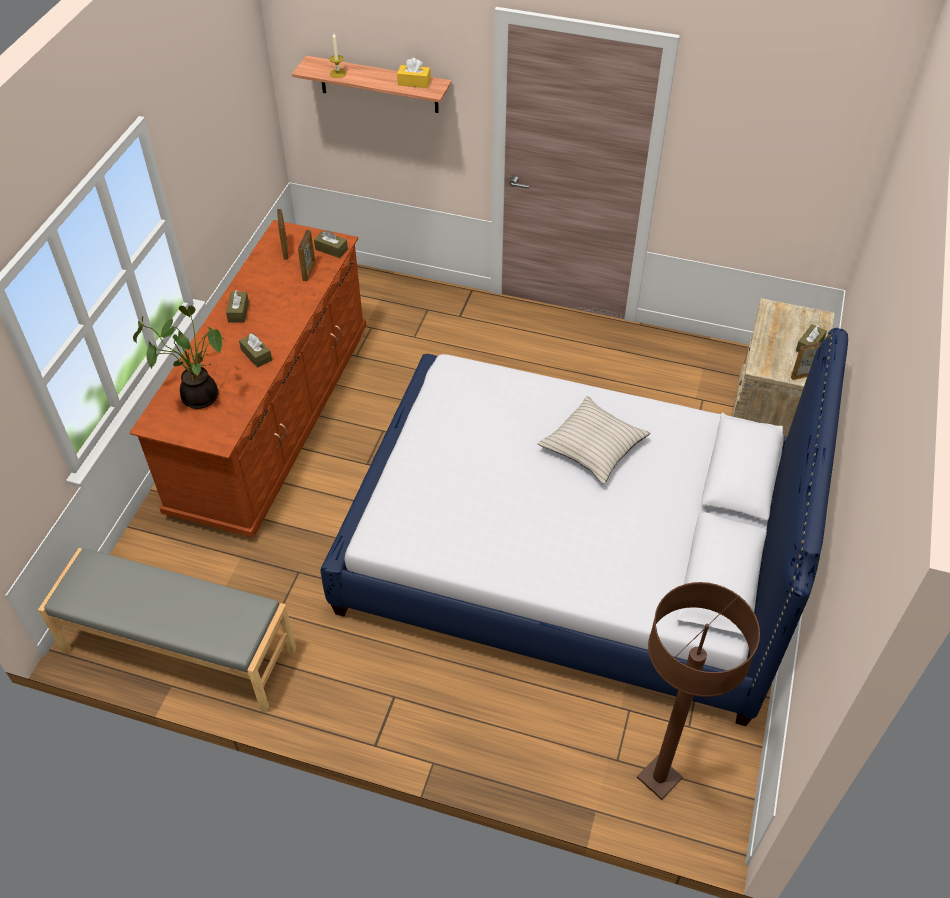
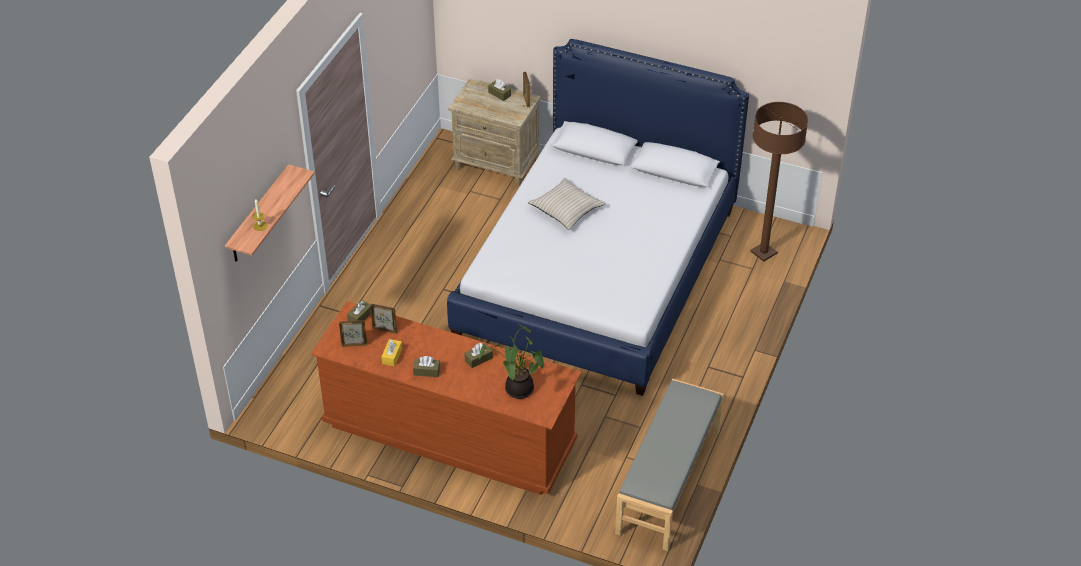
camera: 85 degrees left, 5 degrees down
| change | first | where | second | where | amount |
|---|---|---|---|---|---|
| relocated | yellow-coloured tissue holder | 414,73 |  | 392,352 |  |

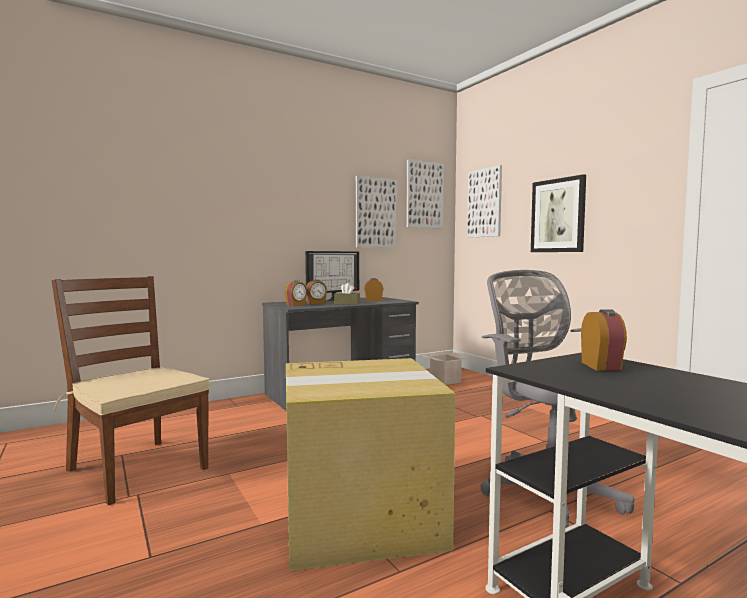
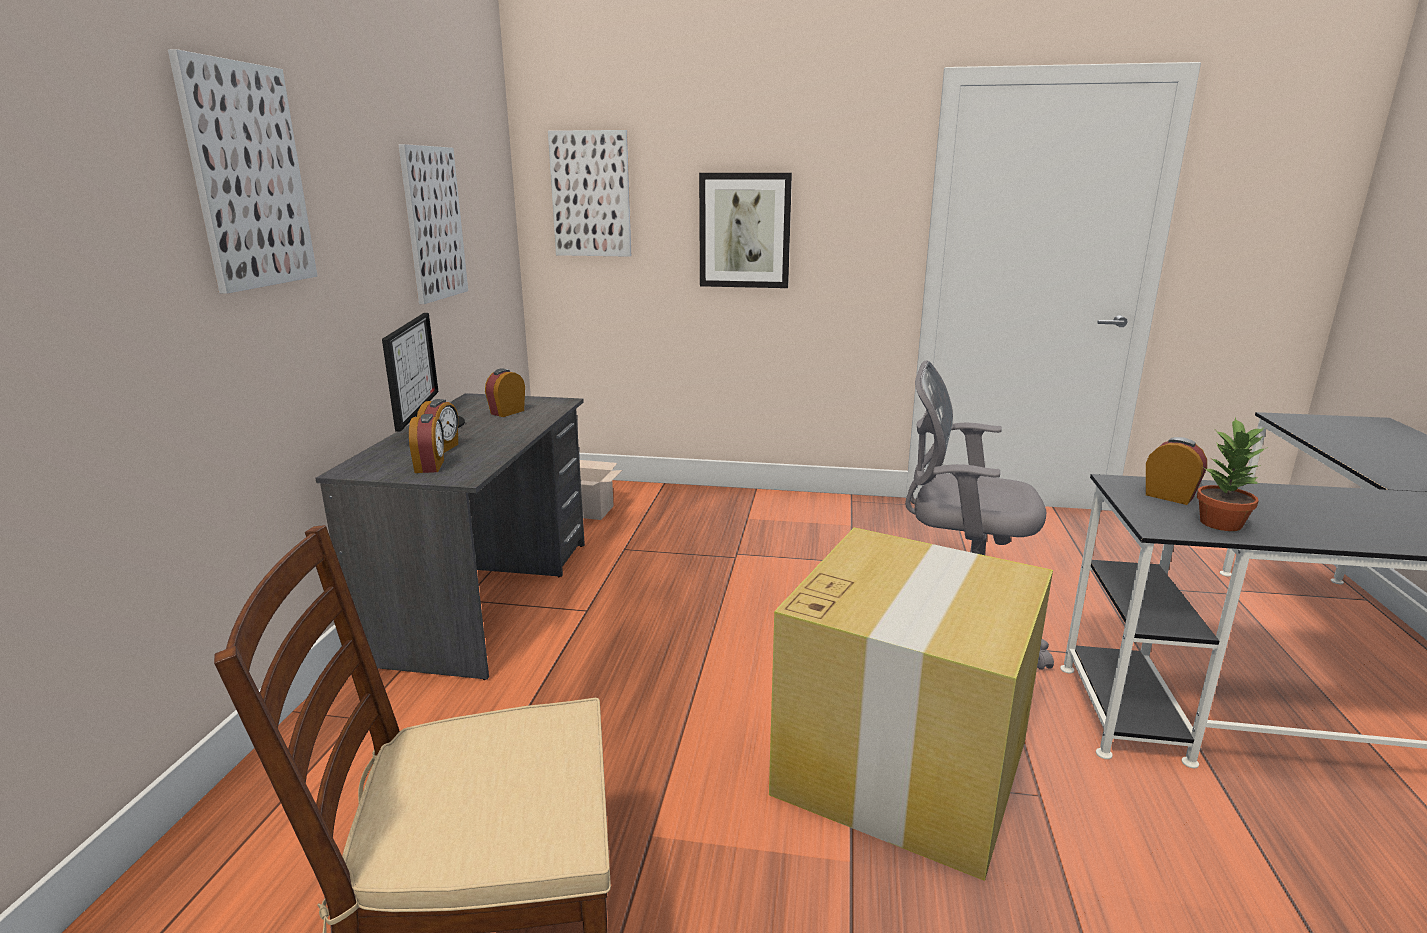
camera: 50 degrees left, 15 degrees up
| change | first | where | second | where | amount |
|---|---|---|---|---|---|
| relocated | wall picture | 424,193 |  | 242,171 |  |
| missing | brownish tissue holder | 347,293 |  |  |  |
| appeared |  |  | potted plant | 1232,474 |  |

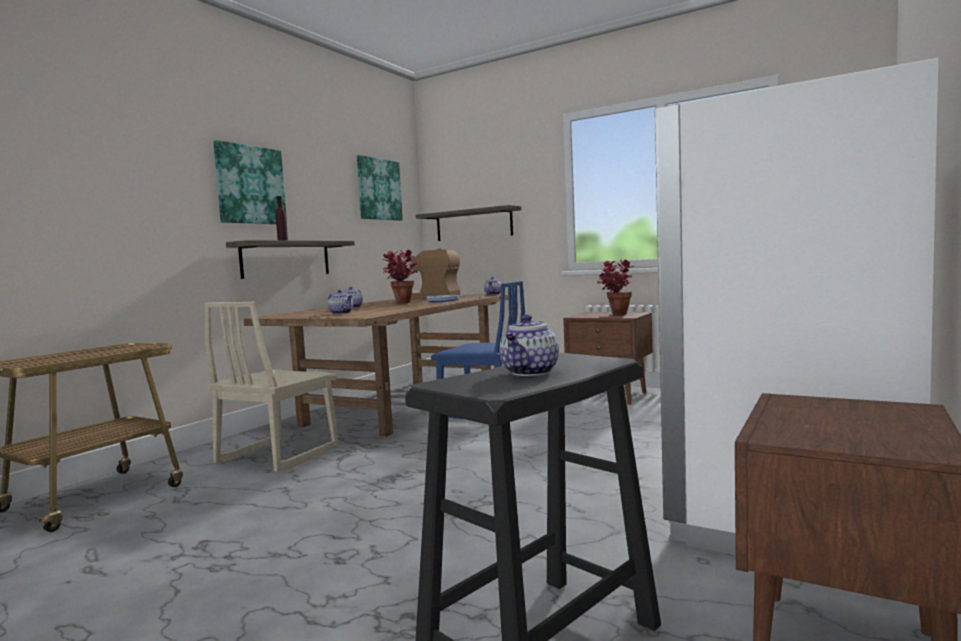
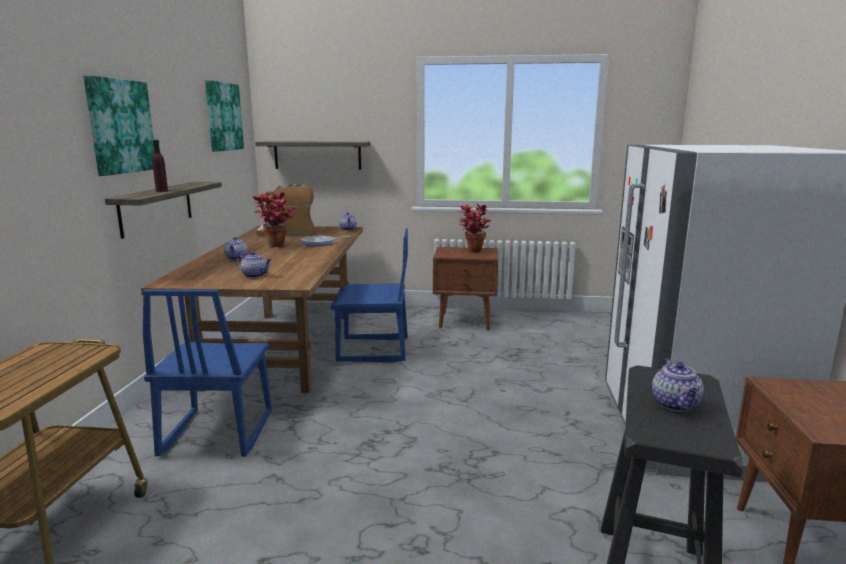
camera: 25 degrees left, 10 degrees up
| change | first | where | second | where | amount |
|---|---|---|---|---|---|
| colour | beige upright chair | 271,387 | blue-coloured upright chair | 207,373 |  |

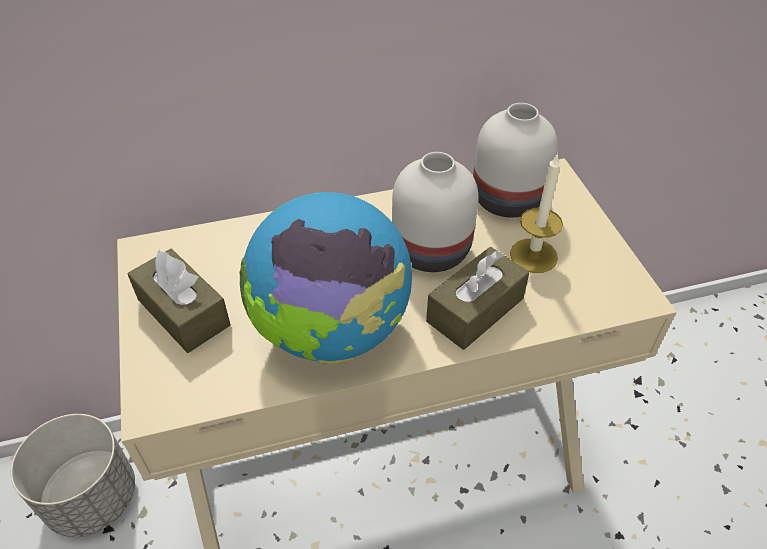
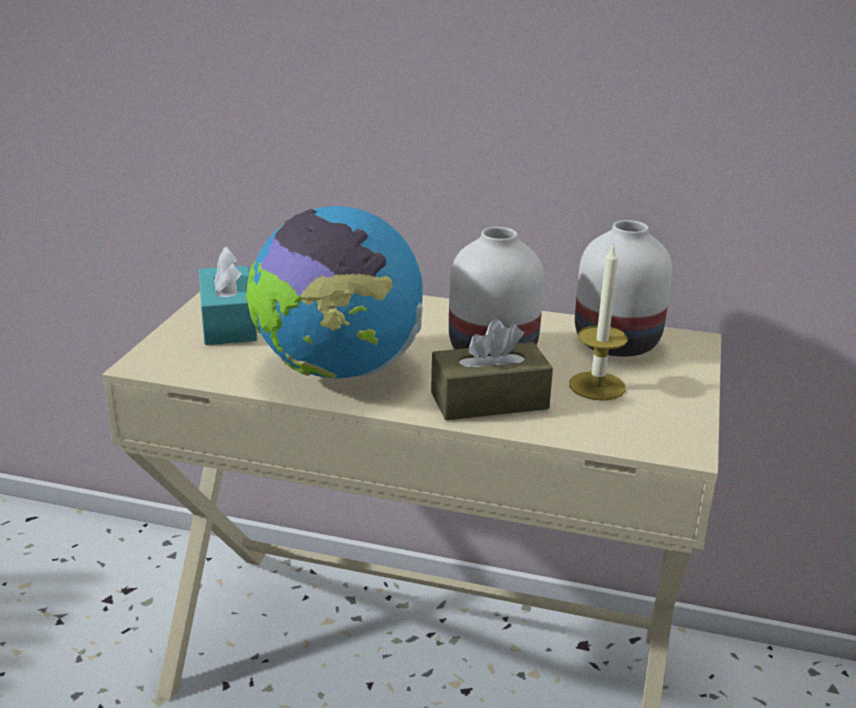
camera: 30 degrees right, 20 degrees down
| change | first | where | second | where | amount |
|---|---|---|---|---|---|
| colour | brownish tissue holder | 179,301 | blue-green tissue holder | 228,296 |  |
| missing | grey planter | 72,475 |  |  |  |

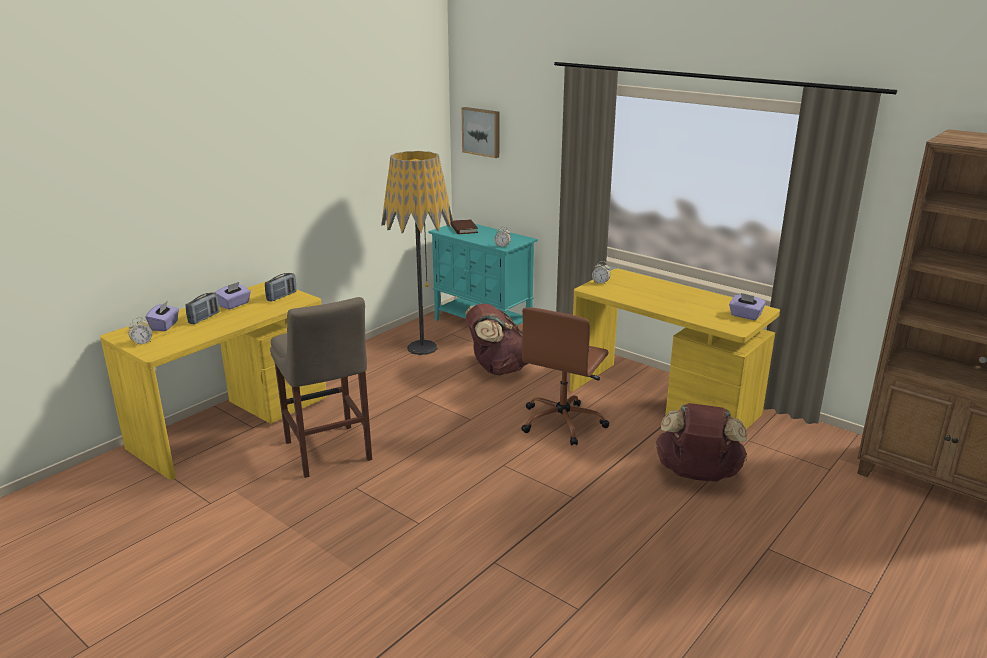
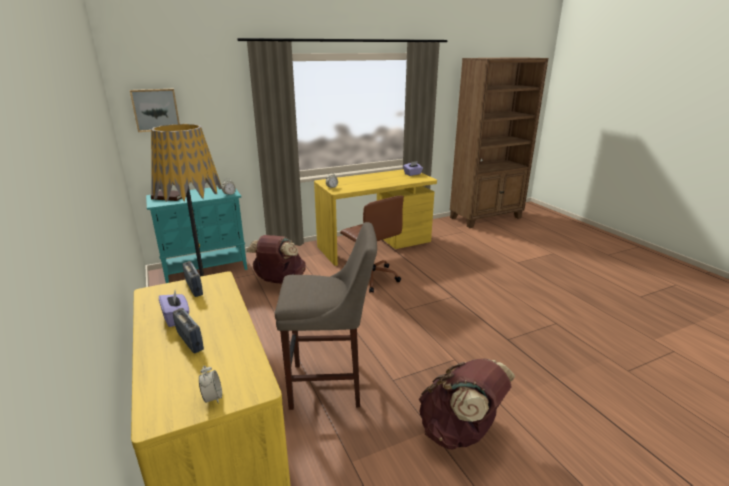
camera: 65 degrees left, 0 degrees up
| change | first | where | second | where | amount |
|---|---|---|---|---|---|
| missing | purple-coloured tissue holder | 162,316 |  |  |  |
| relocated | brownish knapsack | 701,442 |  | 467,403 |  |

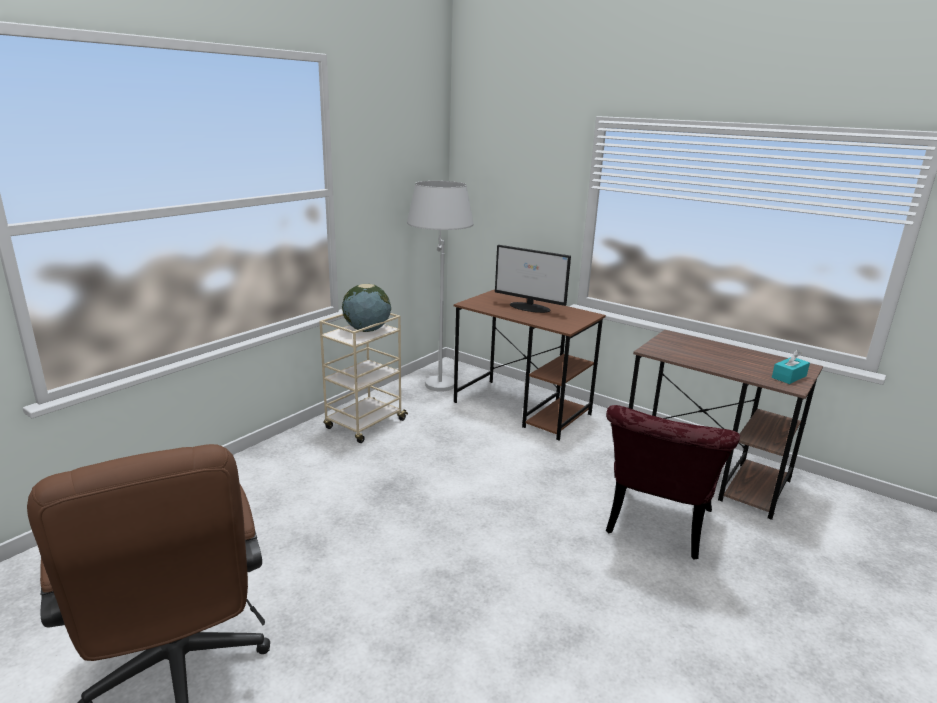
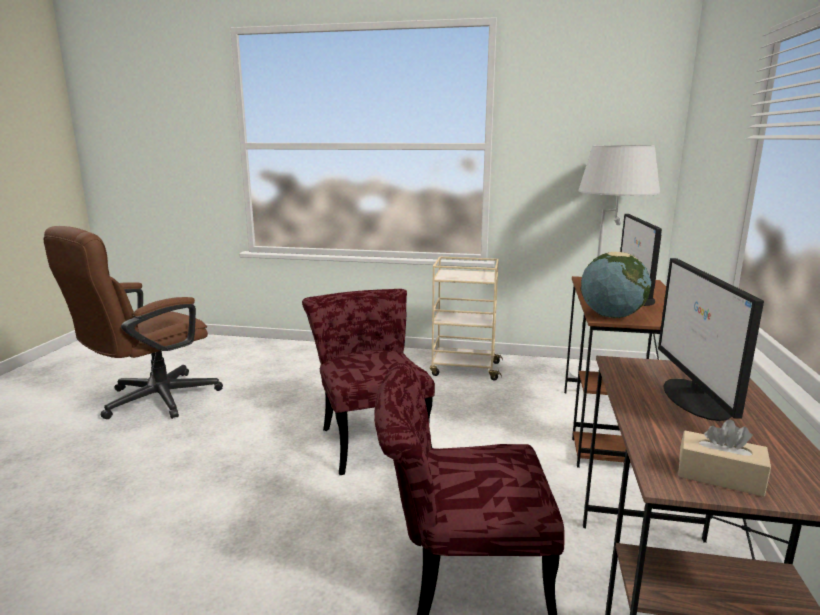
camera: 65 degrees right, 5 degrees down
| change | first | where | second | where | amount |
|---|---|---|---|---|---|
| relocated | world globe | 366,307 |  | 616,285 |  |
| colour | blue-green tissue holder | 791,367 | beige tissue holder | 724,458 |  |
| appeared |  |  | monitor | 711,339 |  |
| appeared |  |  | reddish upright chair | 368,382 |  |

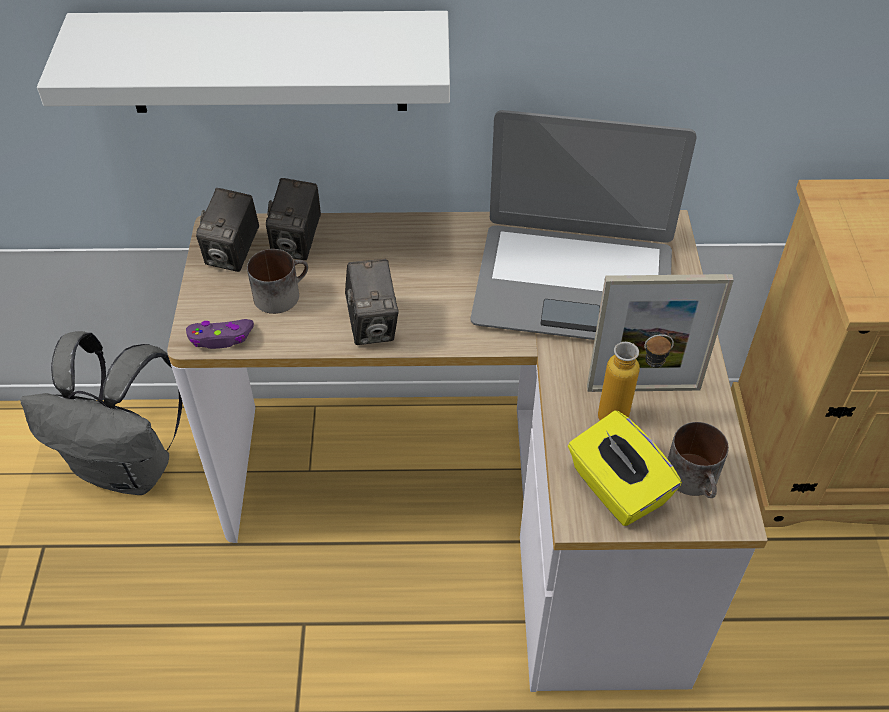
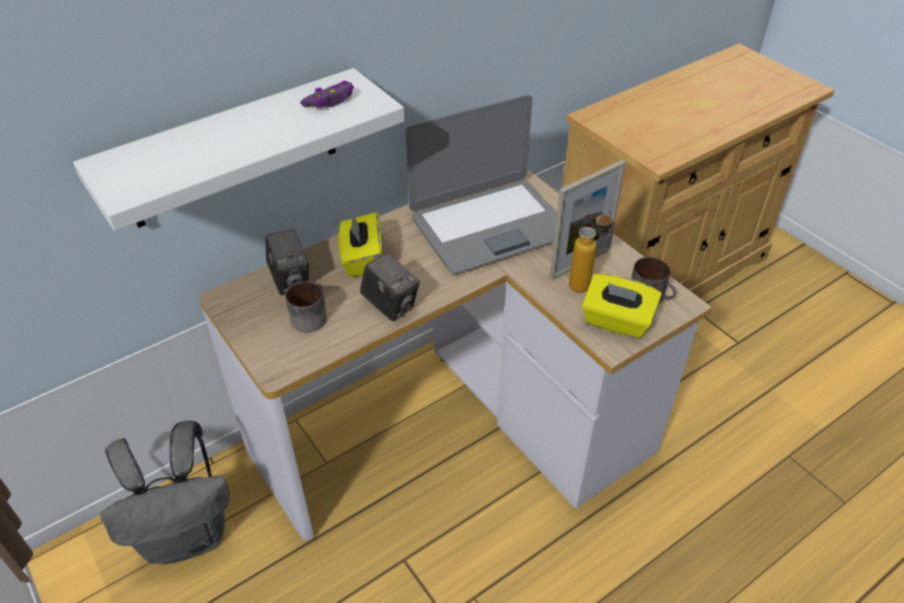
camera: 35 degrees left, 5 degrees down
| change | first | where | second | where | amount |
|---|---|---|---|---|---|
| missing | photo camera | 227,230 |  |  |  |
| relocated | purple-coloured joypad | 220,334 |  | 327,94 |  |
| appeared |  |  | yellow-coloured tissue holder | 360,244 |  |

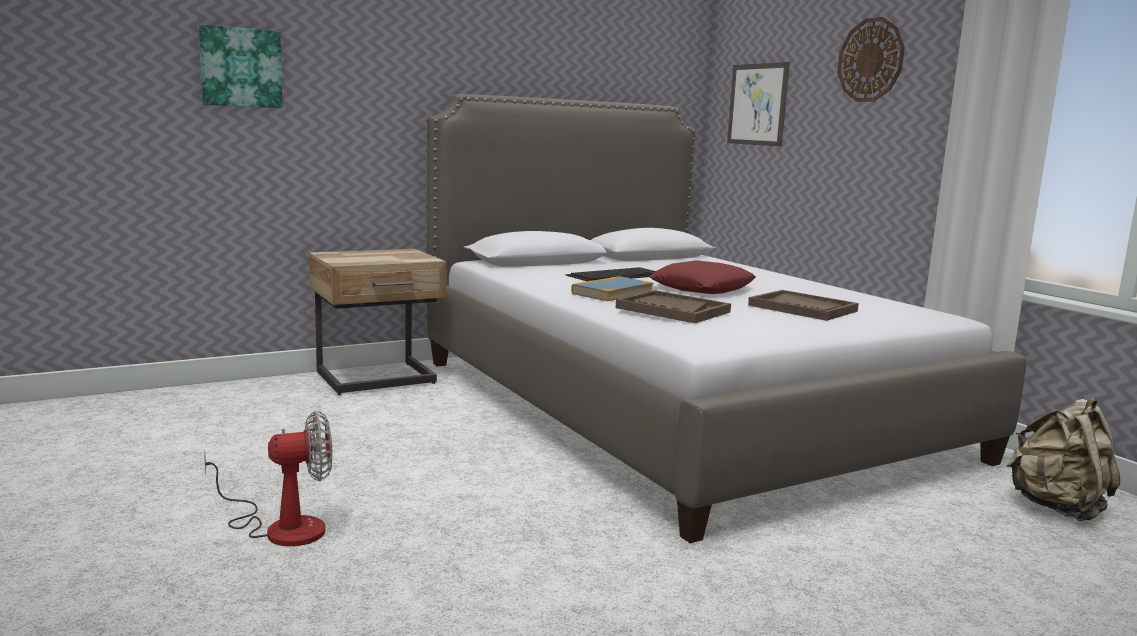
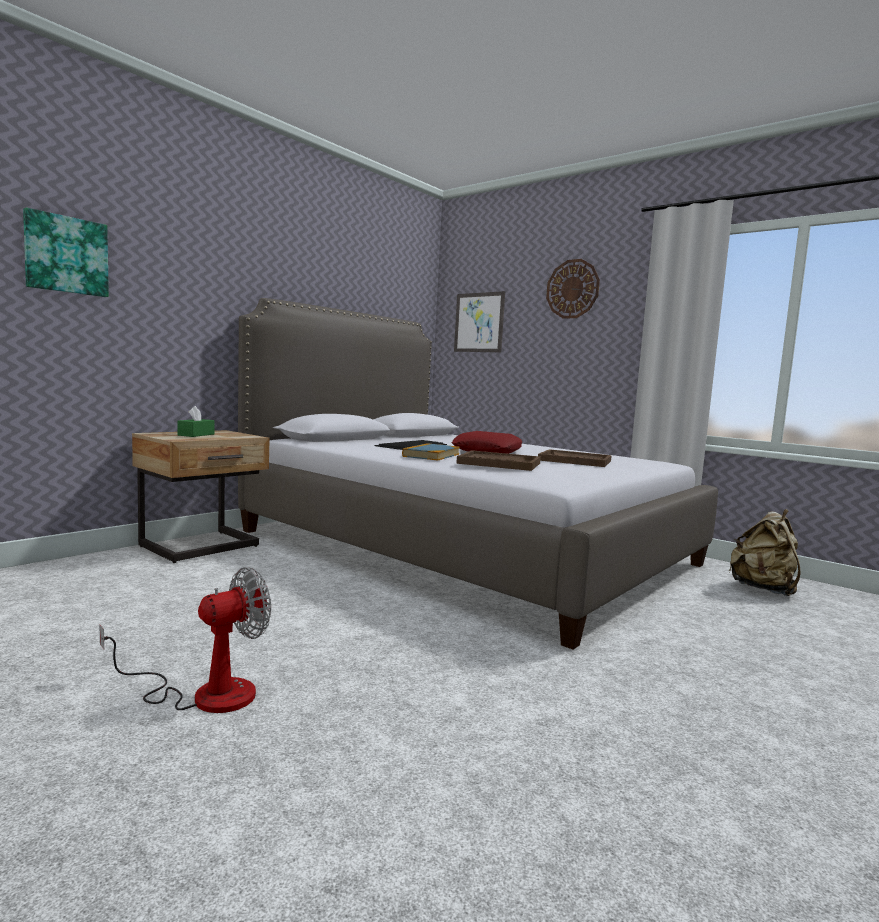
camera: 20 degrees left, 5 degrees down
| change | first | where | second | where | amount |
|---|---|---|---|---|---|
| appeared |  |  | green-coloured tissue holder | 196,421 |  |

